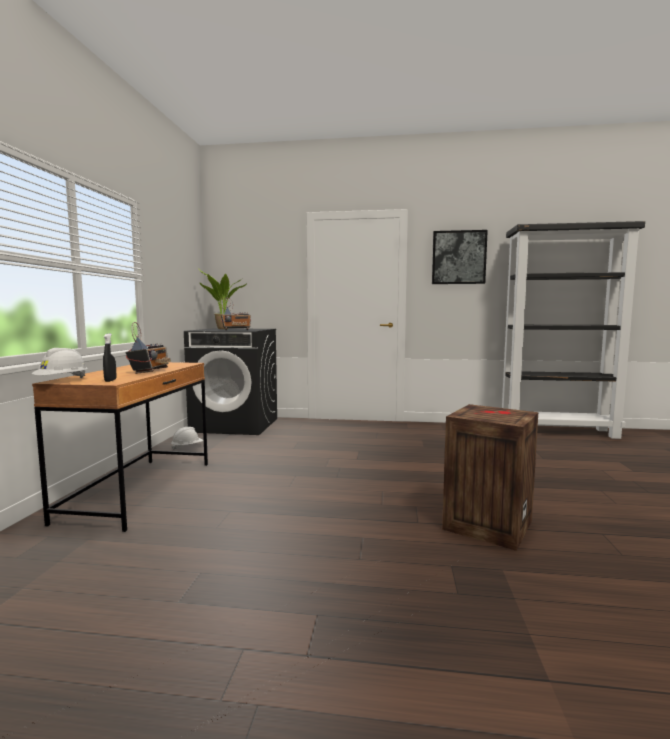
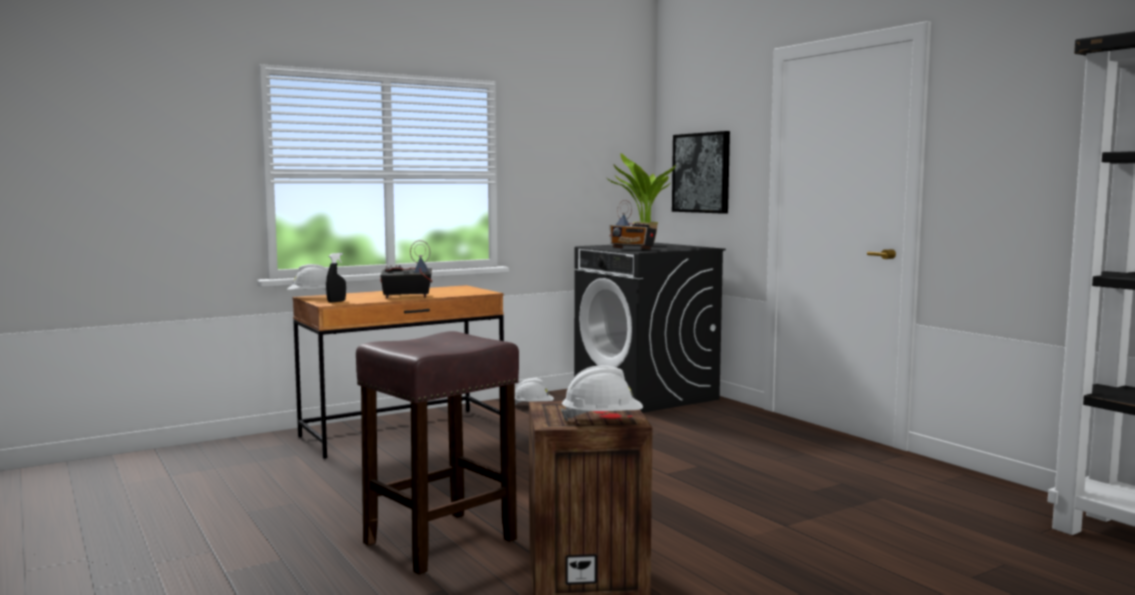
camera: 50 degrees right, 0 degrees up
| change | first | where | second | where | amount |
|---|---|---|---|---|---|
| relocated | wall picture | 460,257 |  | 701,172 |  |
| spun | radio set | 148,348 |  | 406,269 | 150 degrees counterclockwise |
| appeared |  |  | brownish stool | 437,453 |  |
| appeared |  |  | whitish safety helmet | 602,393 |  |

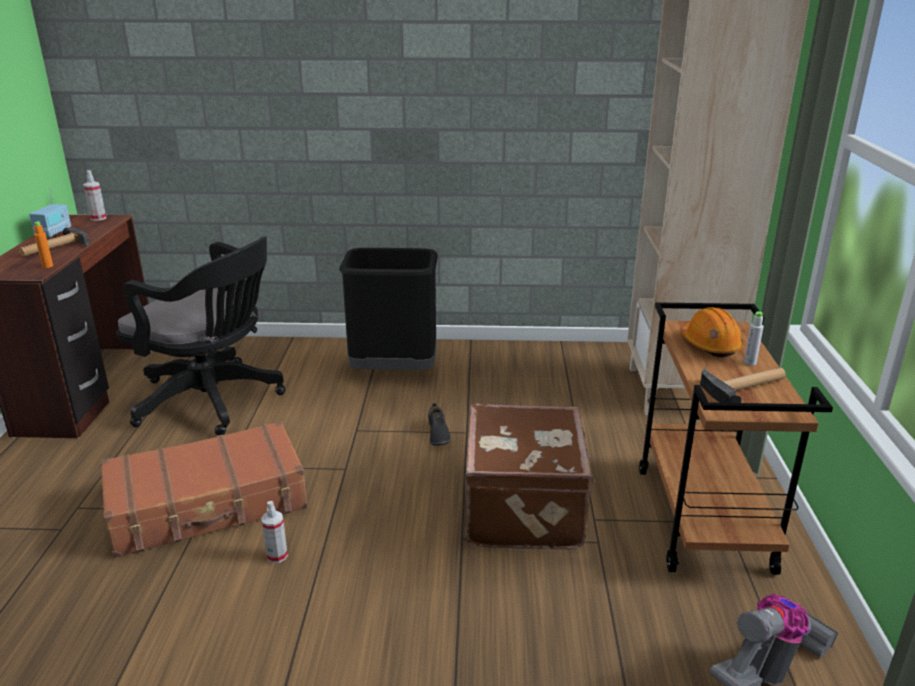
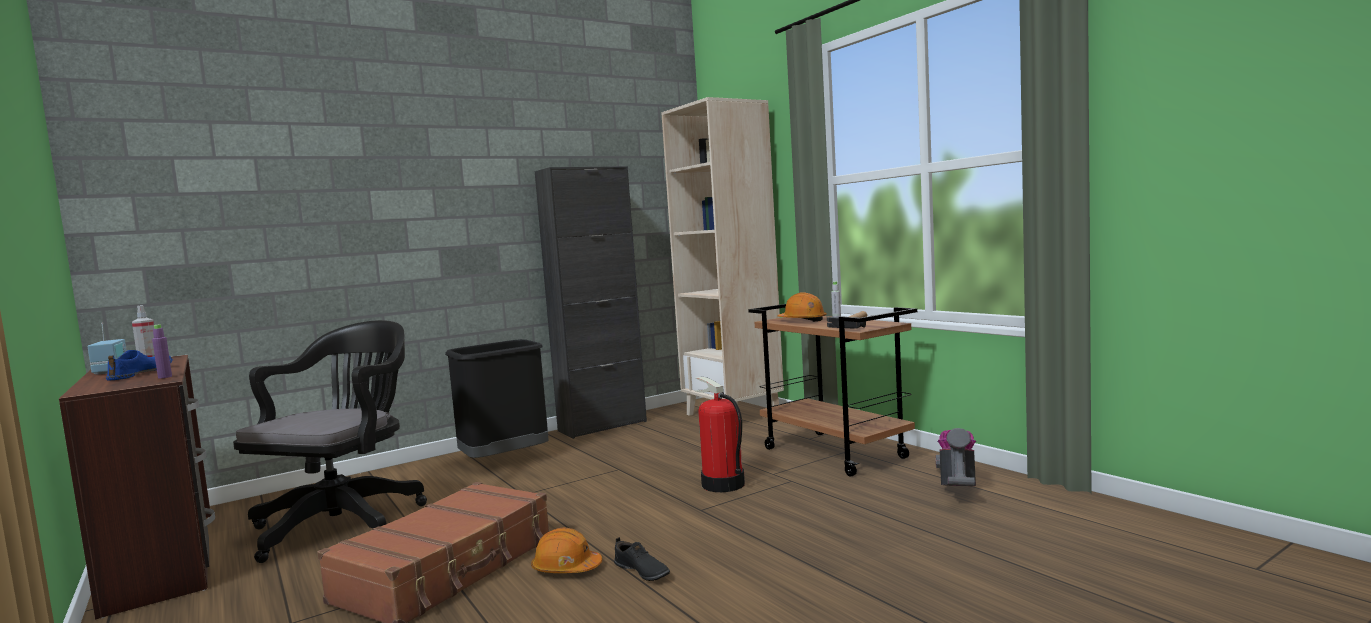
camera: 35 degrees left, 20 degrees down
| change | first | where | second | where | amount |
|---|---|---|---|---|---|
| colour | orangey drink bottle | 43,244 | purple-coloured drink bottle | 162,351 |  |
| exchanged | hammer | 54,242 | blue-coloured low shoe | 139,365 |  |
| spun | black office chair | 200,335 |  | 330,441 | 60 degrees counterclockwise |
| relocated | black low shoe | 439,424 |  | 642,559 |  |
| exchanged | brownish travel case | 530,476 | fire-fighting cylinder | 720,434 |  |
| exchanged | spray bottle | 274,532 | orangey safety helmet | 566,550 |  |
| appeared |  |  | black storage cabinet | 591,302 |  |

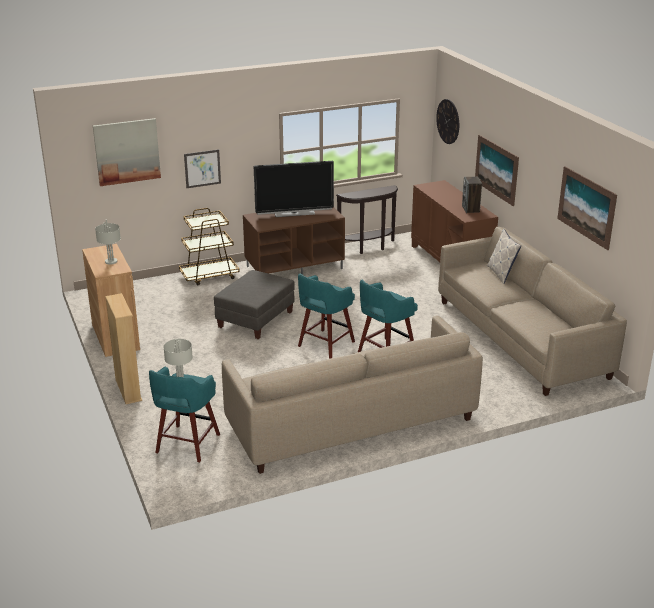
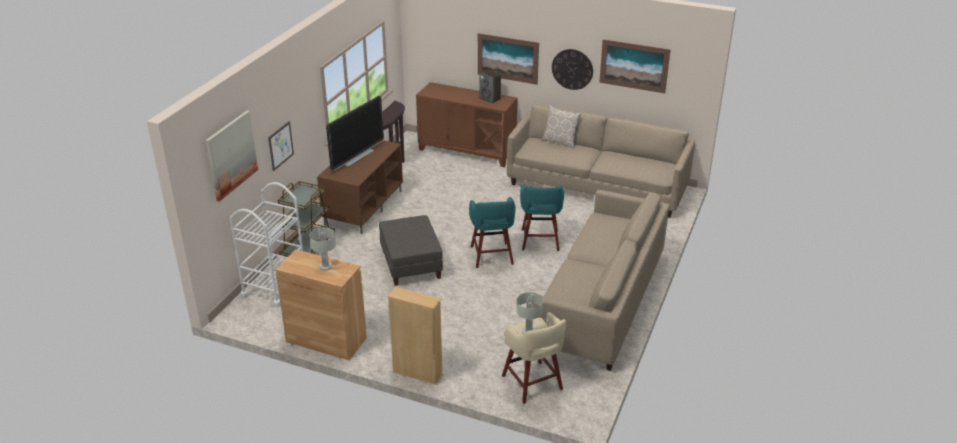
camera: 45 degrees left, 5 degrees up
| change | first | where | second | where | amount |
|---|---|---|---|---|---|
| relocated | clock on the wall | 447,121 |  | 572,69 |  |
| colour | blue-green stool | 184,414 | beige stool | 534,358 |  |
| appeared |  |  | whitish wheeled cart | 266,245 |  |

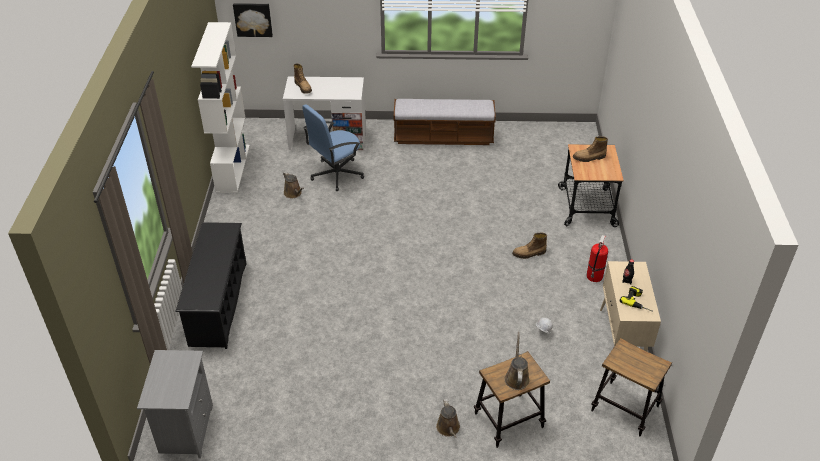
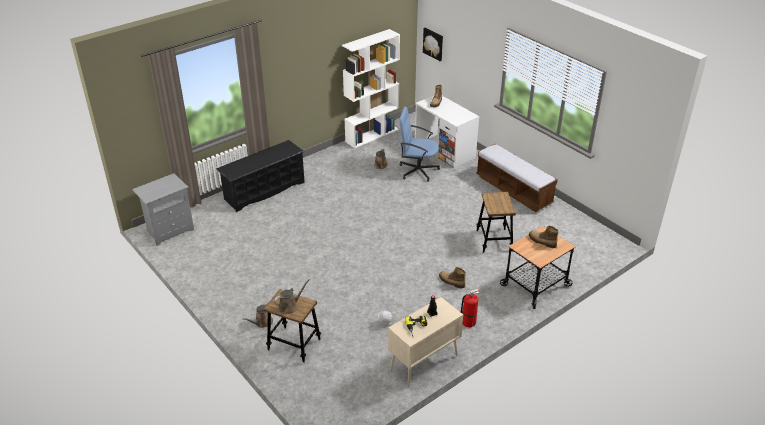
camera: 50 degrees right, 5 degrees down
| change | first | where | second | where | amount |
|---|---|---|---|---|---|
| relocated | stool | 631,387 |  | 496,222 |  |

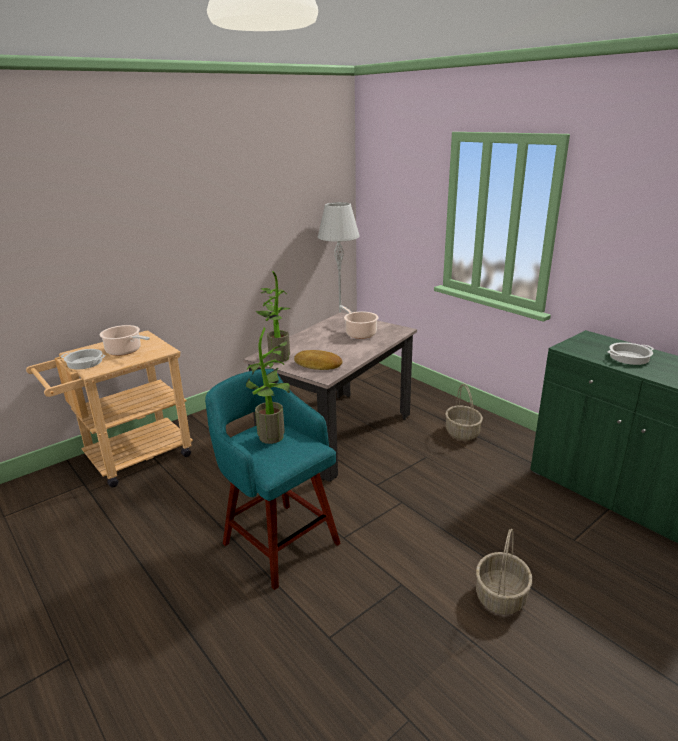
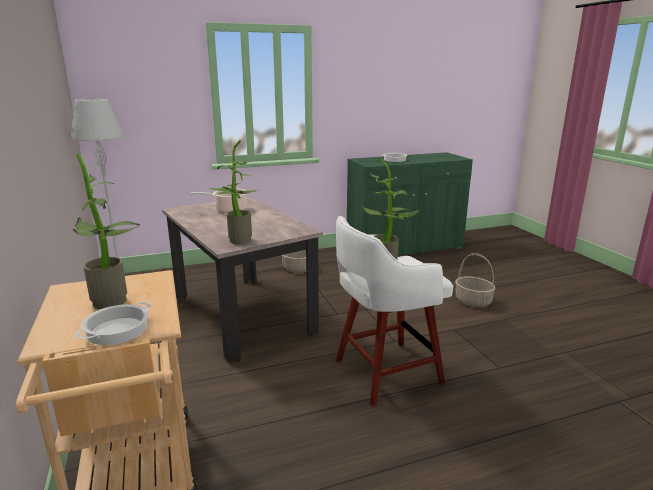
camera: 70 degrees left, 5 degrees down
| change | first | where | second | where | amount |
|---|---|---|---|---|---|
| exchanged | stockpot | 125,340 | potted plant | 106,231 |  |
| missing | bread | 318,360 |  |  |  |
| colour | blue-green stool | 273,479 | whitish stool | 394,311 |  |

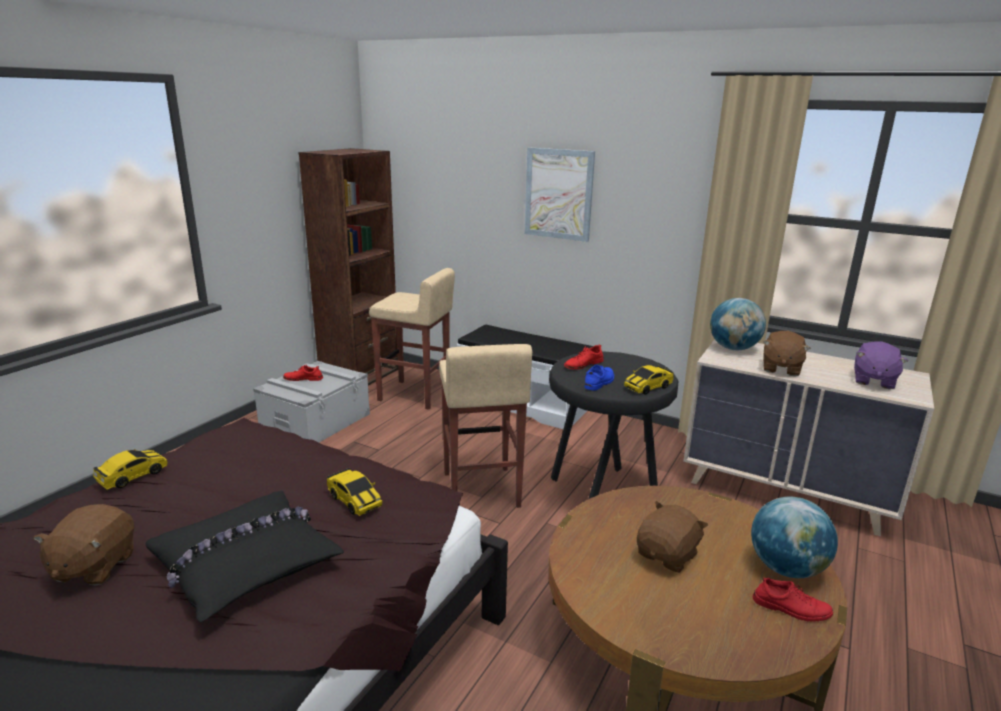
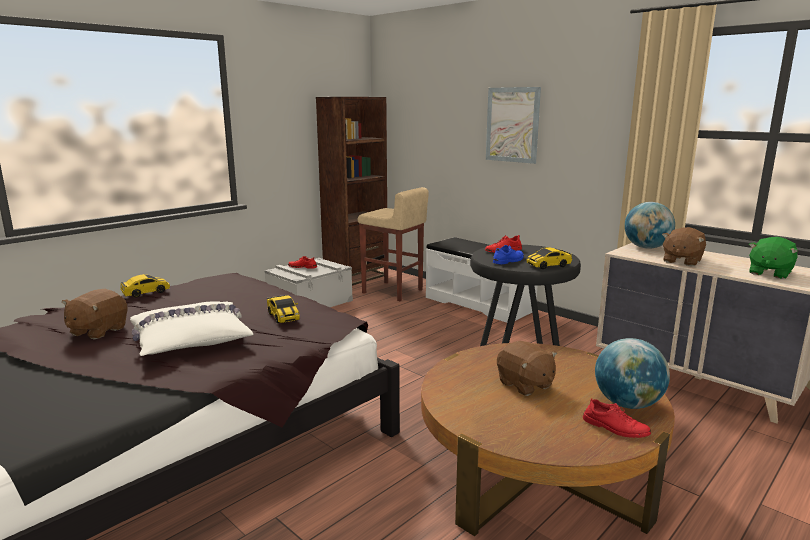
camera: 15 degrees right, 5 degrees down
| change | first | where | second | where | amount |
|---|---|---|---|---|---|
| colour | purple-coloured cuddly toy | 881,365 | green-coloured cuddly toy | 773,258 |  |
| missing | beige stool | 485,426 |  |  |  |
| colour | black throw pillow | 244,556 | whitish throw pillow | 192,328 |  |
| spun | brownish cuddly toy | 672,537 |  | 527,368 | 90 degrees clockwise |

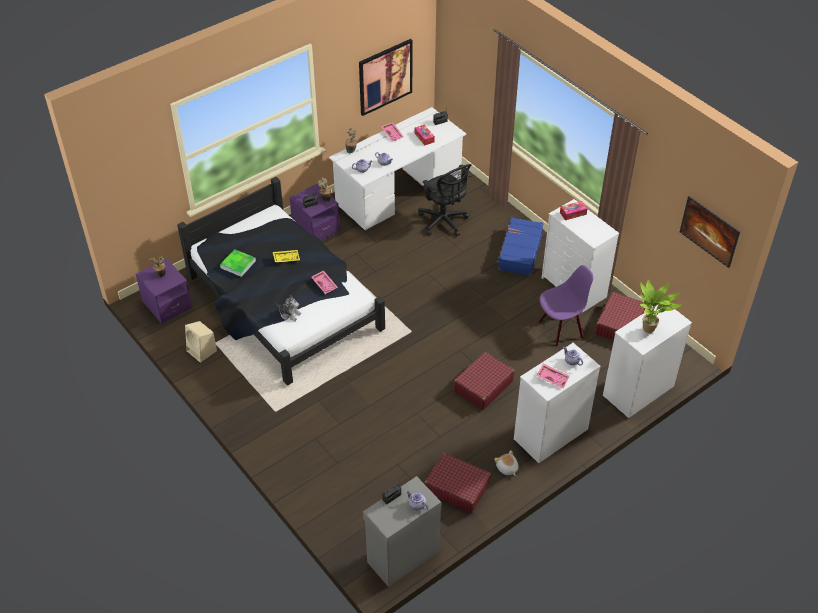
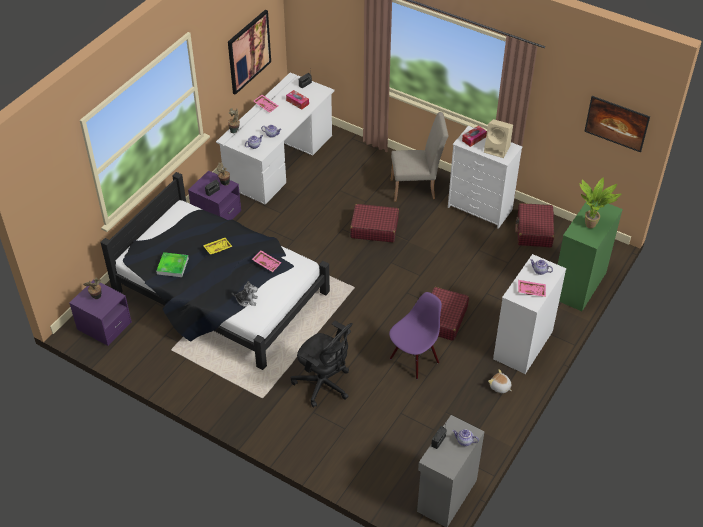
camera: 20 degrees left, 0 degrees up
| change | first | where | second | where | amount |
|---|---|---|---|---|---|
| relocated | black office chair | 445,200 |  | 322,364 |  |
| exchanged | blue-coloured travel case | 520,246 | beige upright chair | 420,157 |  |
| relocated | purple-coloured upright chair | 566,305 |  | 415,335 |  |
| colour | whitish chest of drawers | 647,361 | green-coloured chest of drawers | 590,255 |  |
| relocated | beige audio speaker | 201,342 |  | 498,138 |  |
| relocated | reddish travel case | 458,483 |  | 374,223 |  |

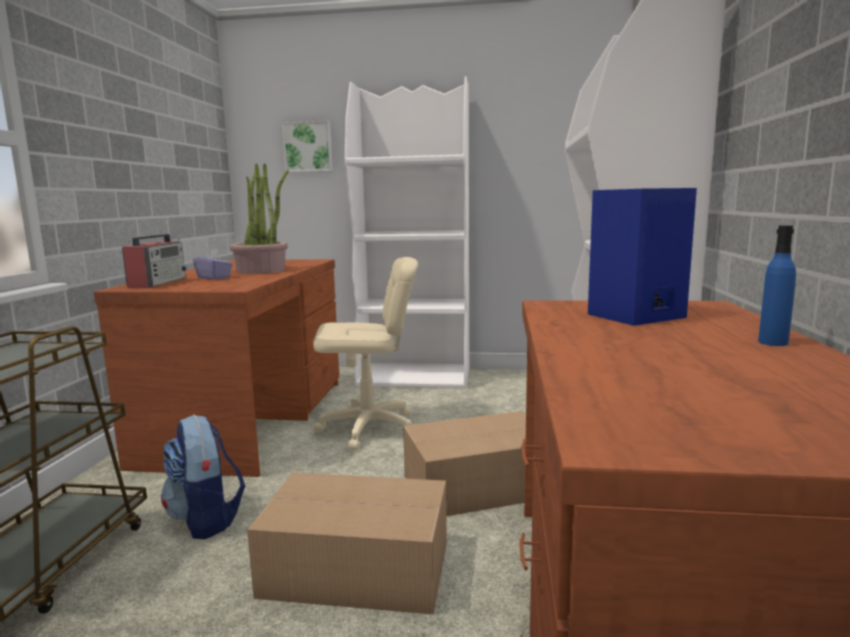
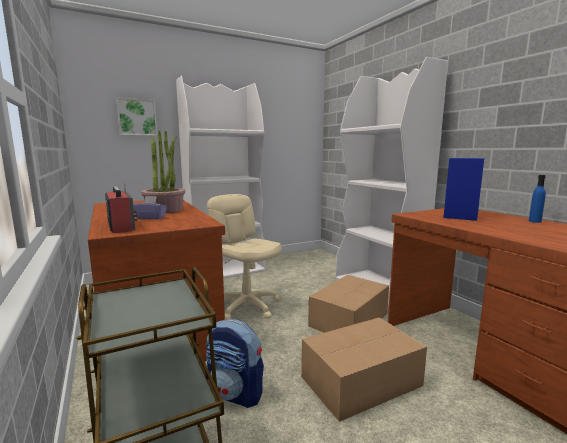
camera: 35 degrees left, 0 degrees up
| change | first | where | second | where | amount |
|---|---|---|---|---|---|
| spun | beige office chair | 365,353 |  | 244,257 | 90 degrees counterclockwise |

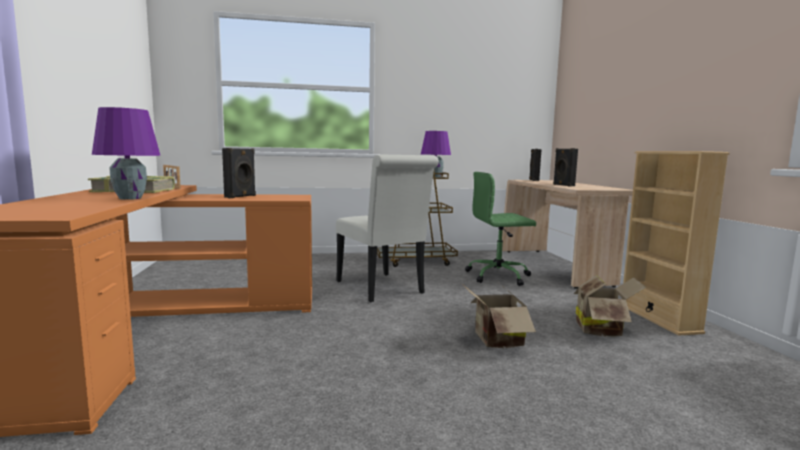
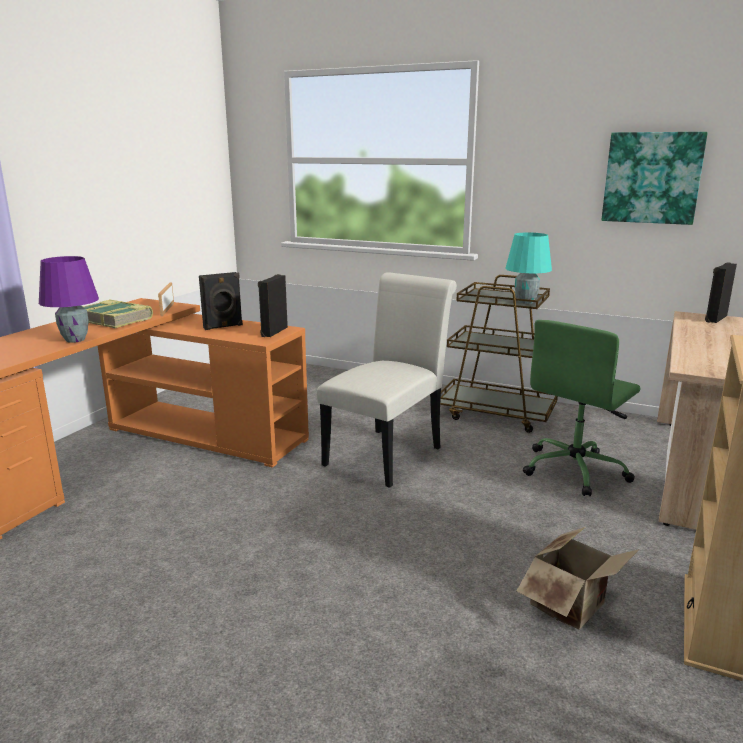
camera: 35 degrees right, 10 degrees up
| change | first | where | second | where | amount |
|---|---|---|---|---|---|
| colour | purple-coloured tabletop lamp | 436,154 | blue-green tabletop lamp | 529,268 |  |
| relocated | black audio speaker | 565,167 |  | 273,305 |  |
| spun | whitish upright chair | 387,228 |  | 386,380 | 150 degrees counterclockwise |
| spun | green-coloured office chair | 500,229 |  | 582,408 | 75 degrees counterclockwise |
| missing | packing box | 498,315 |  |  |  |
| appeared |  |  | wall picture | 654,178 |  |

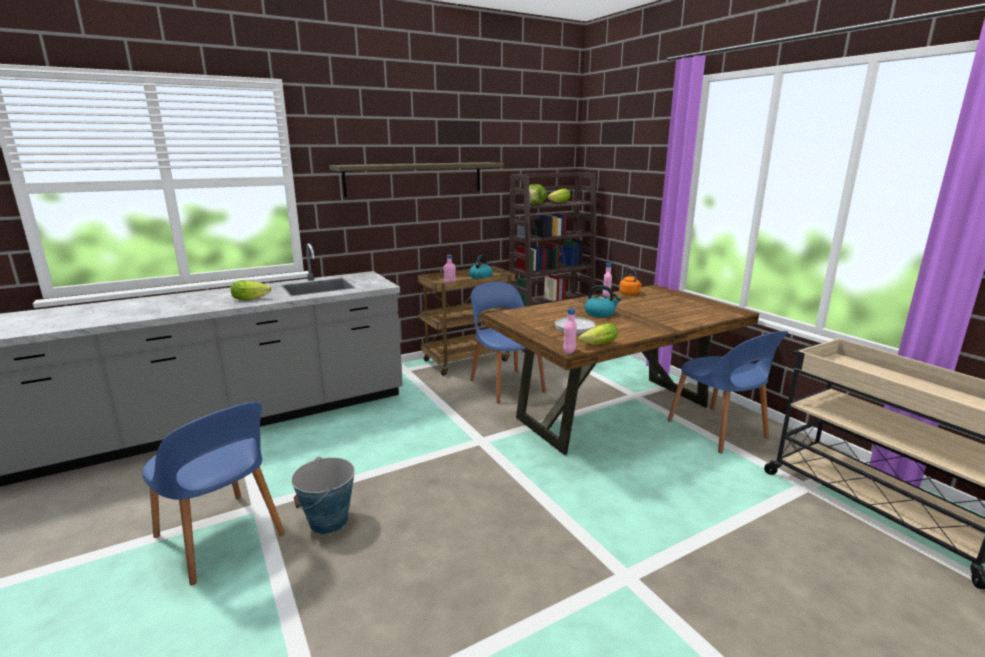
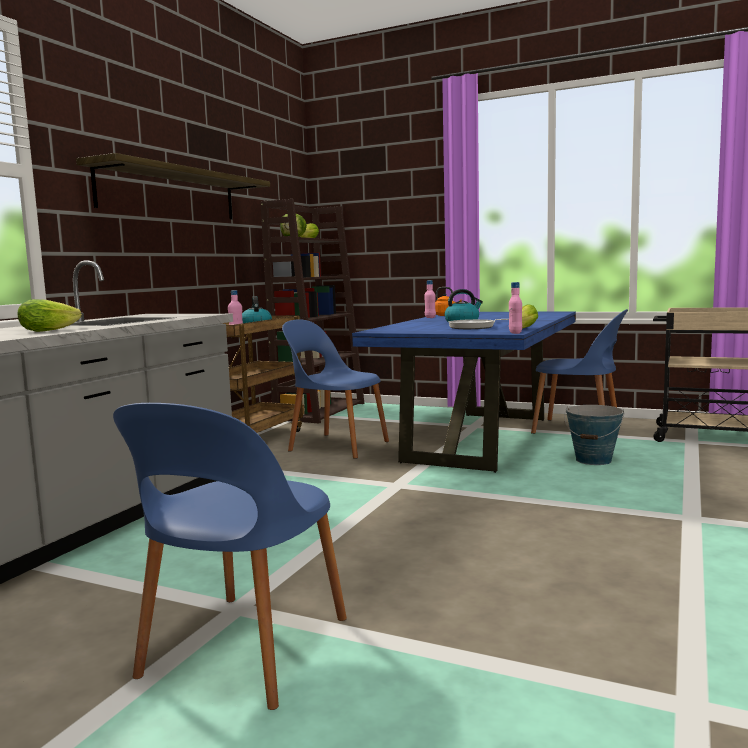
camera: 35 degrees left, 10 degrees down
| change | first | where | second | where | amount |
|---|---|---|---|---|---|
| colour | brownish dining table | 621,369 | blue-coloured dining table | 464,392 |  |
| spun | blue-coloured upright chair | 213,493 |  | 230,556 | 105 degrees clockwise |
| relocated | water bucket | 323,495 |  | 594,435 |  |

